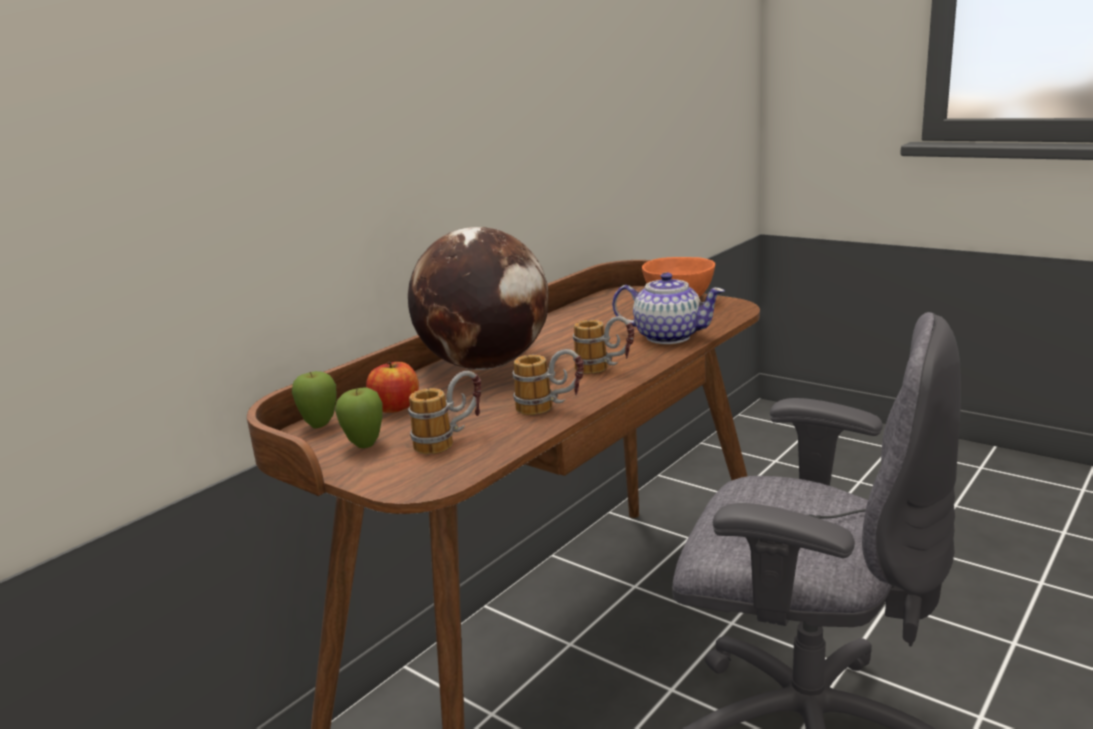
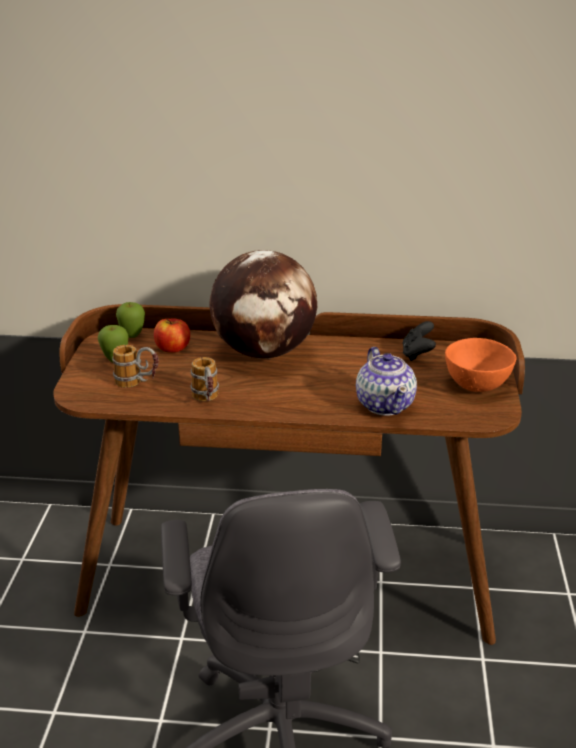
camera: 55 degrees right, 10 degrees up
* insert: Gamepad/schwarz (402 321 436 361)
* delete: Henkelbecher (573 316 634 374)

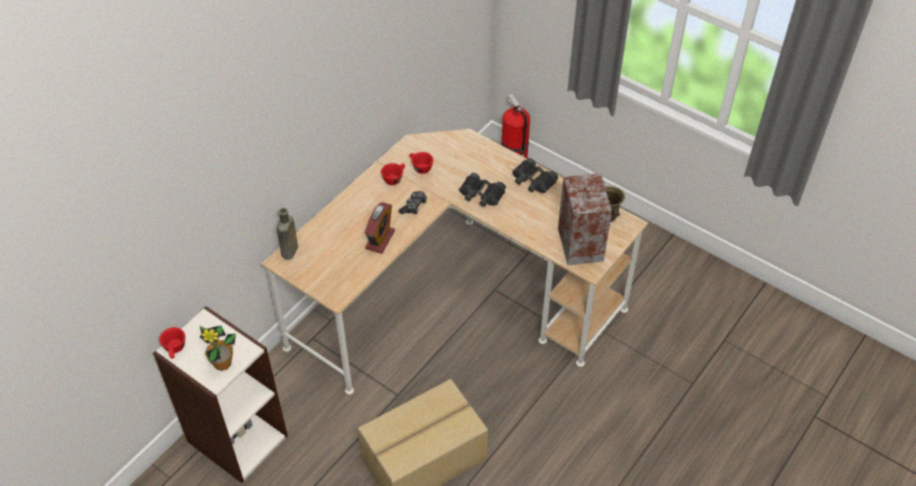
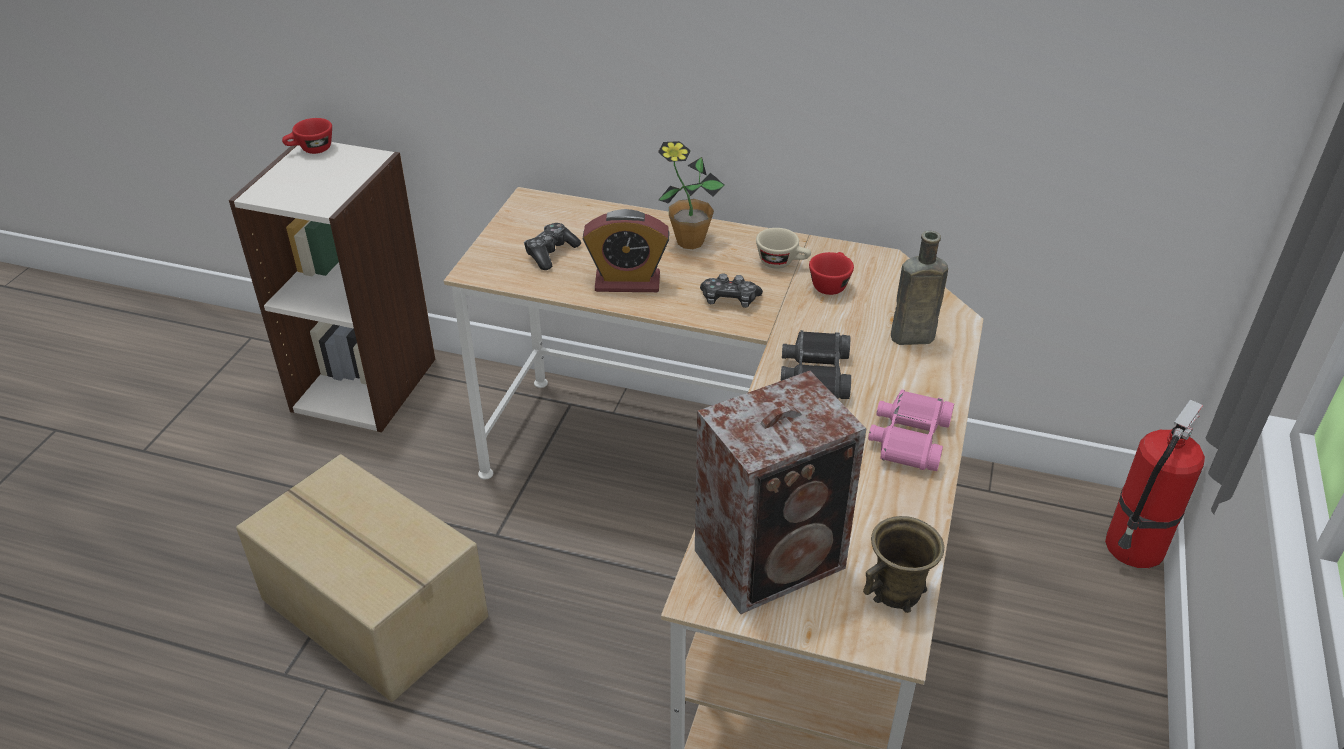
camera: 70 degrees right, 10 degrees down
* insert: Gamepad (524 223 581 270)
* move: Topfpflanze (200 326 236 371) to (658 141 724 249)
* recolor: Tasse/rot (381 163 405 185) to Tasse/beige (756 228 811 269)
* recolor: Fernglas/schwarz (512 158 558 193) to Fernglas/rosa (868 390 954 471)
* move: Flasche/braun (277 208 298 260) to (891 231 948 345)

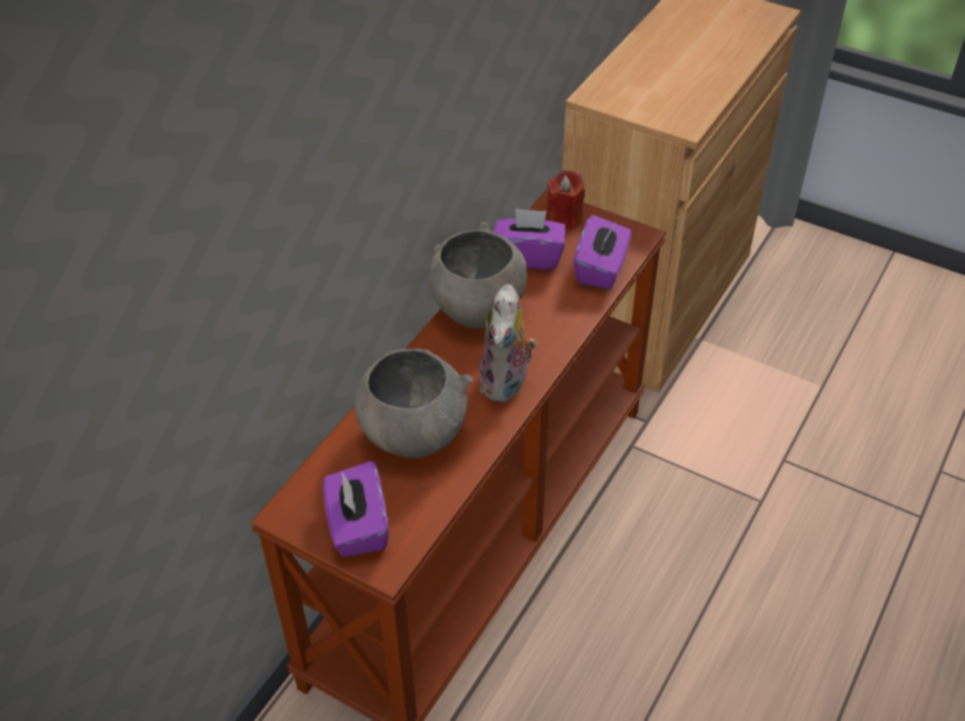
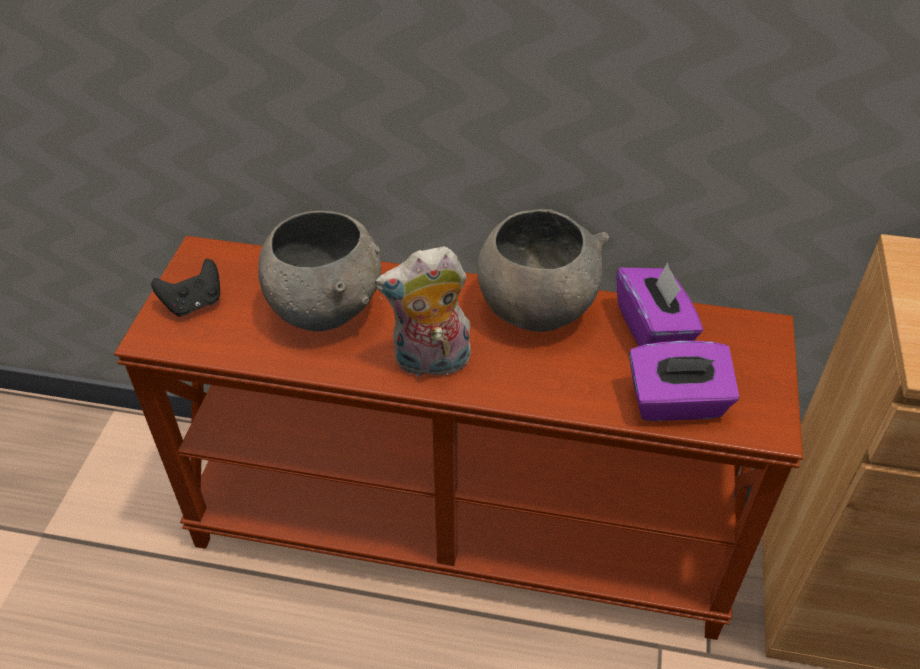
camera: 70 degrees right, 0 degrees up
* replace: Taschentuchbox/lila (323 461 389 557) to Gamepad/schwarz (151 259 220 317)
* delete: Kerze/rot (547 170 585 230)

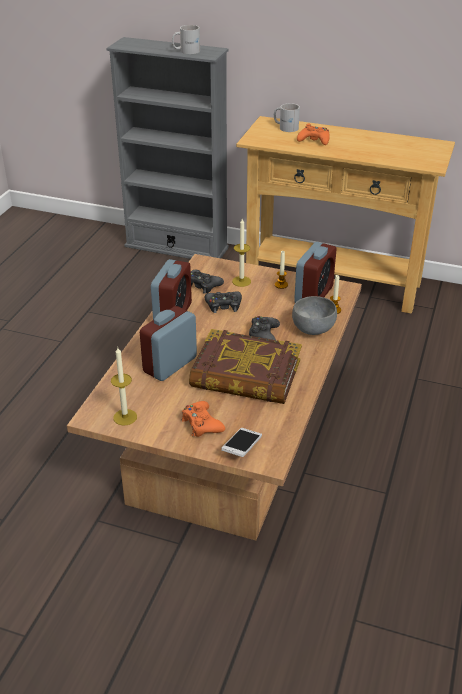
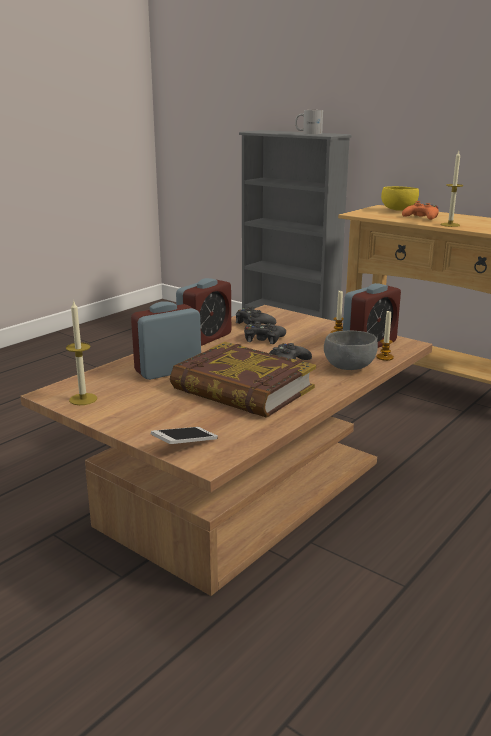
camera: 20 degrees right, 15 degrees down
* replace: Henkelbecher/weiß (274 103 300 132) to Schüssel/gelb (381 186 419 211)
* move: Kerze (232 219 251 287) to (440 151 463 227)
* delete: Gamepad/orange (182 401 225 437)

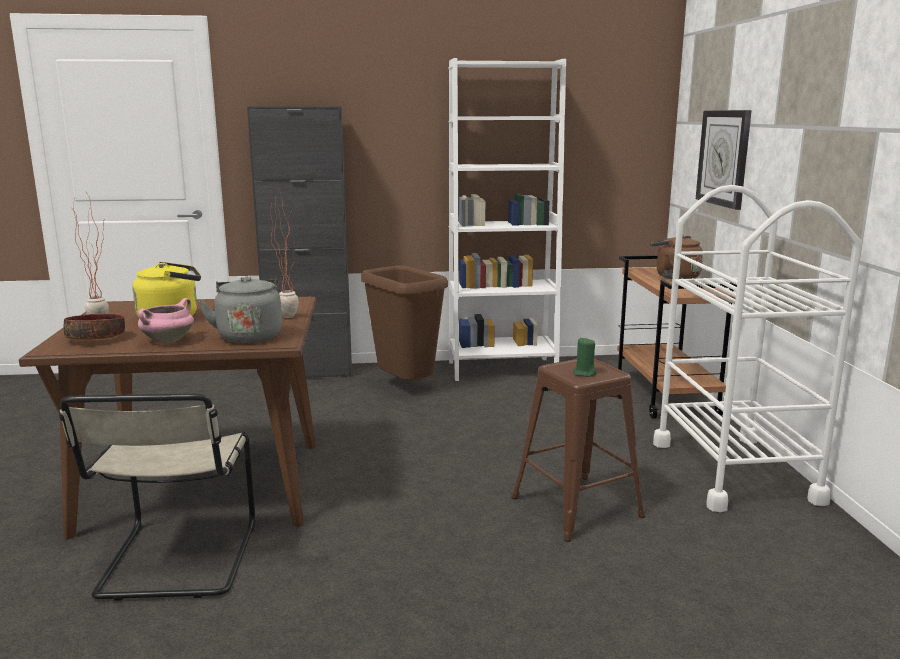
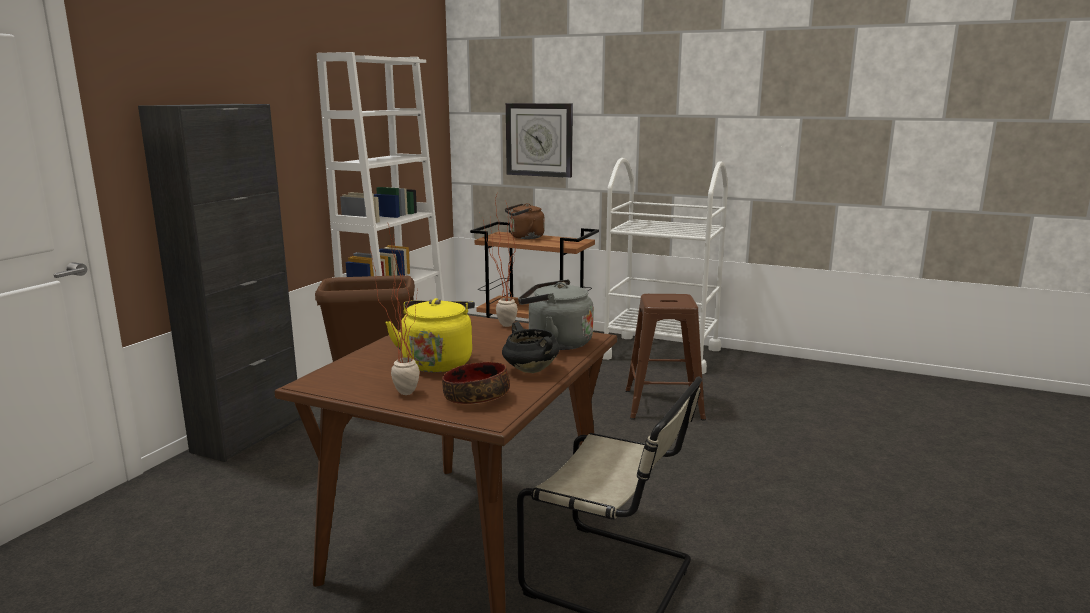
camera: 60 degrees left, 0 degrees up
* recolor: Kochtopf/rosa (138 298 194 343) to Kochtopf/schwarz (502 322 560 373)
* delete: Kerze/grün (573 337 596 377)

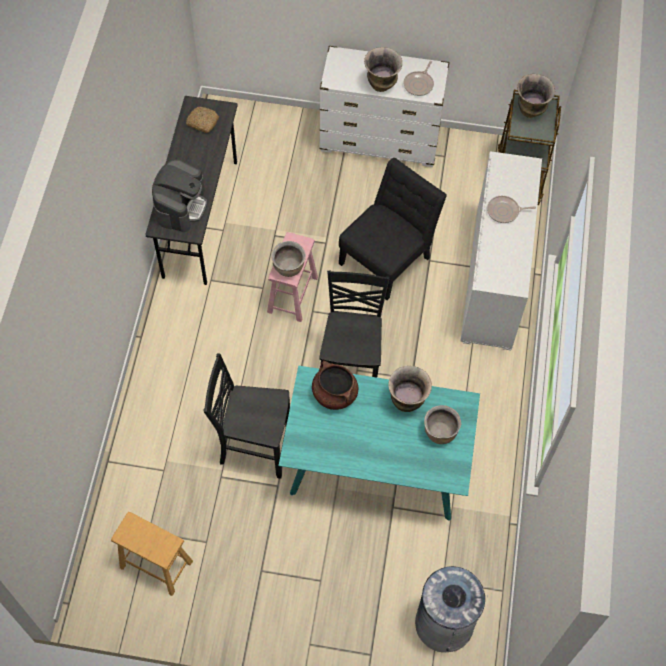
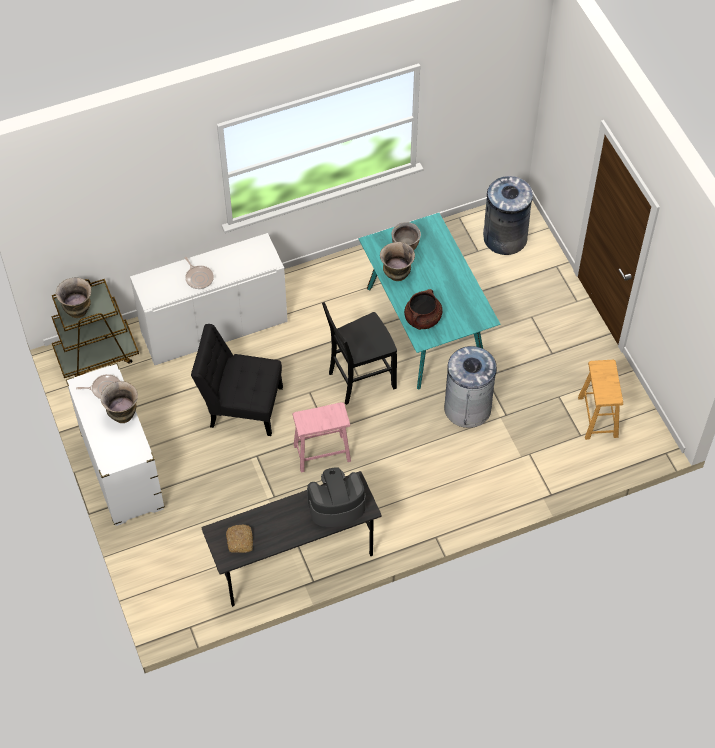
camera: 120 degrees left, 5 degrees down
* replace: Stuhl/schwarz (204 353 290 479) to Mülleimer/grau (444 346 499 428)
* delete: Kochtopf/braun (271 241 306 277)

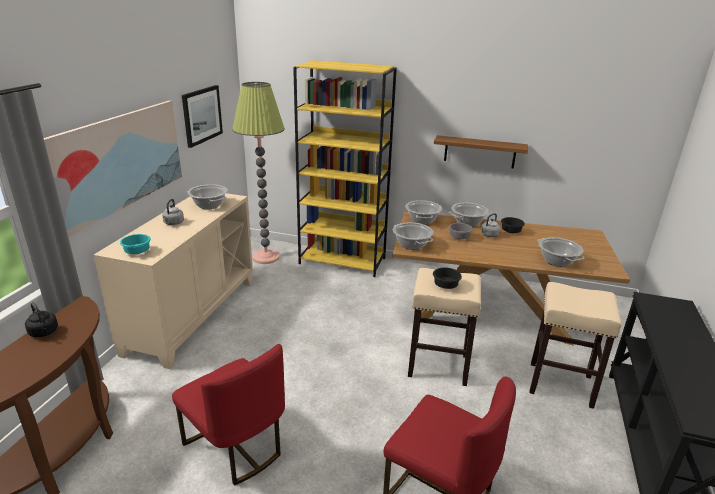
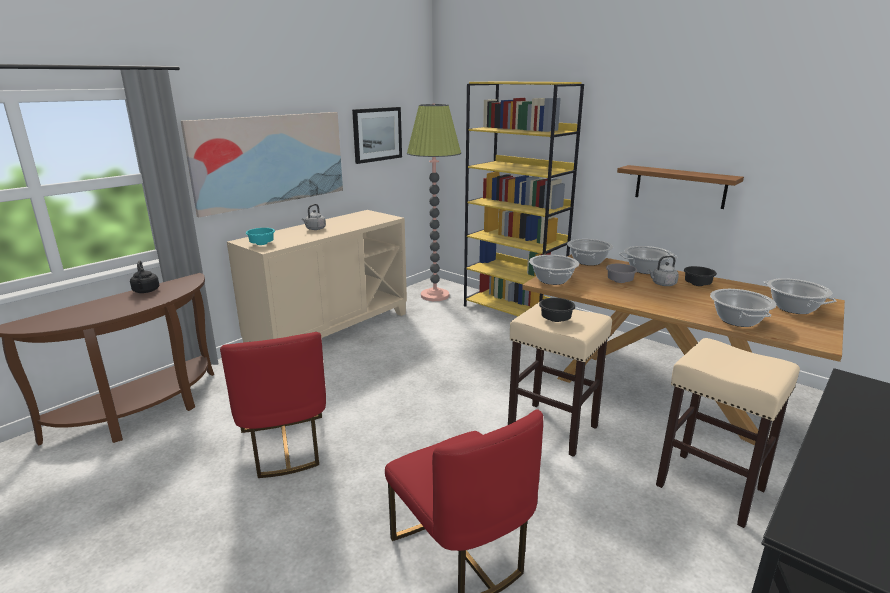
camera: 25 degrees right, 5 degrees down
* move: Kochtopf (187 184 228 209) to (763 278 837 314)

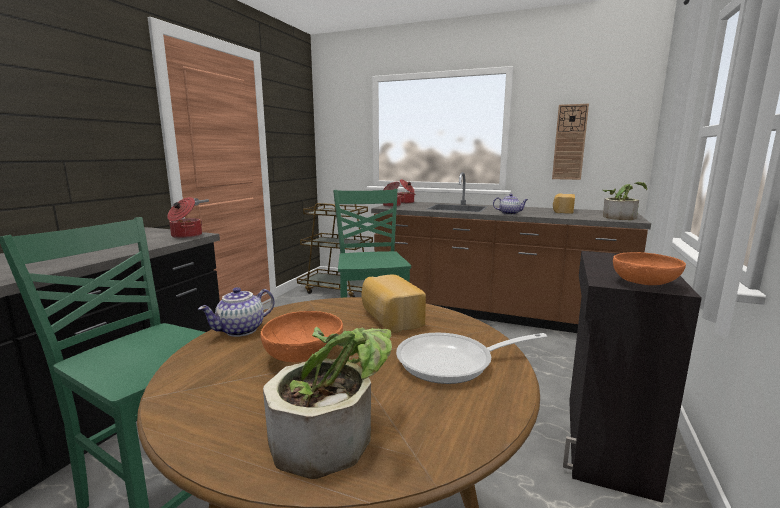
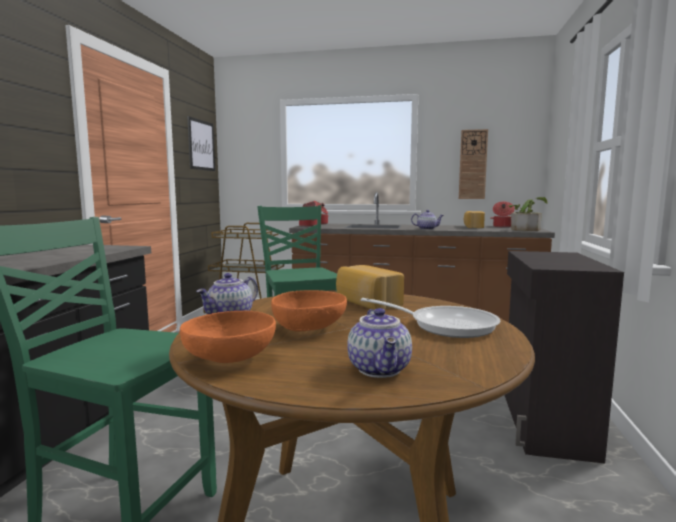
camera: 10 degrees left, 5 degrees down
* move: Schüssel/orange (613 252 686 285) to (180 311 276 363)
* insert: Bild (187 116 215 171)
* replace: Topfpflanze (263 327 392 479) to Teekanne (347 308 412 378)
* rotate: Pfanne (396 333 547 384) = (361 298 500 338) 135 degrees counterclockwise
* move: Kochtopf (167 197 202 238) to (491 201 515 228)

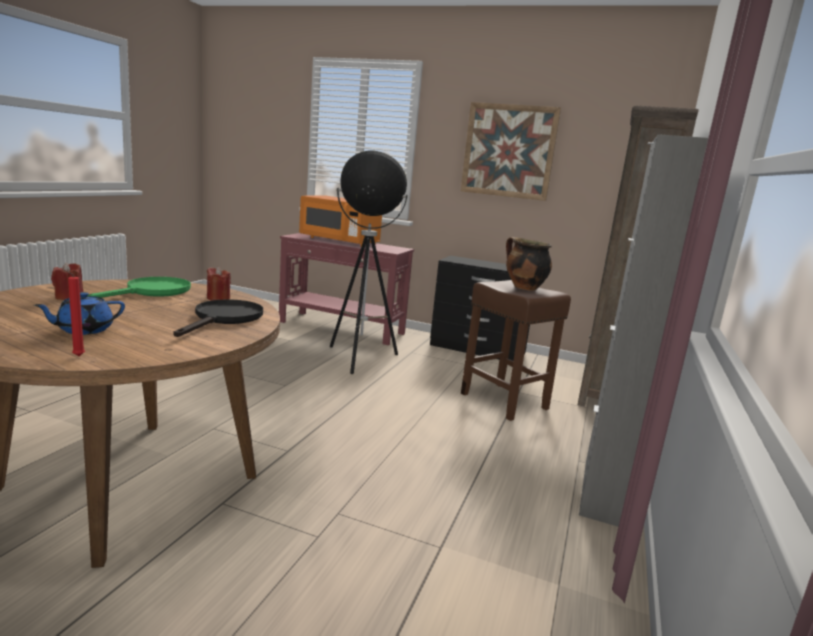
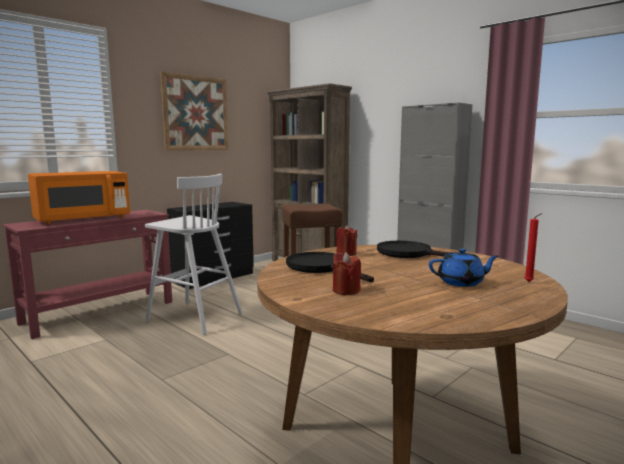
camera: 65 degrees left, 5 degrees down
* replace: Stehlampe (330 151 408 374) to Hocker/weiß (145 174 243 335)
* recolor: Pfanne/grün (88 277 191 298) to Pfanne/schwarz (286 252 374 282)
* rotate: Teekanne/blau (34 292 125 335) = (429 249 499 287) 75 degrees counterclockwise
* delete: Kochtopf (506 237 552 291)

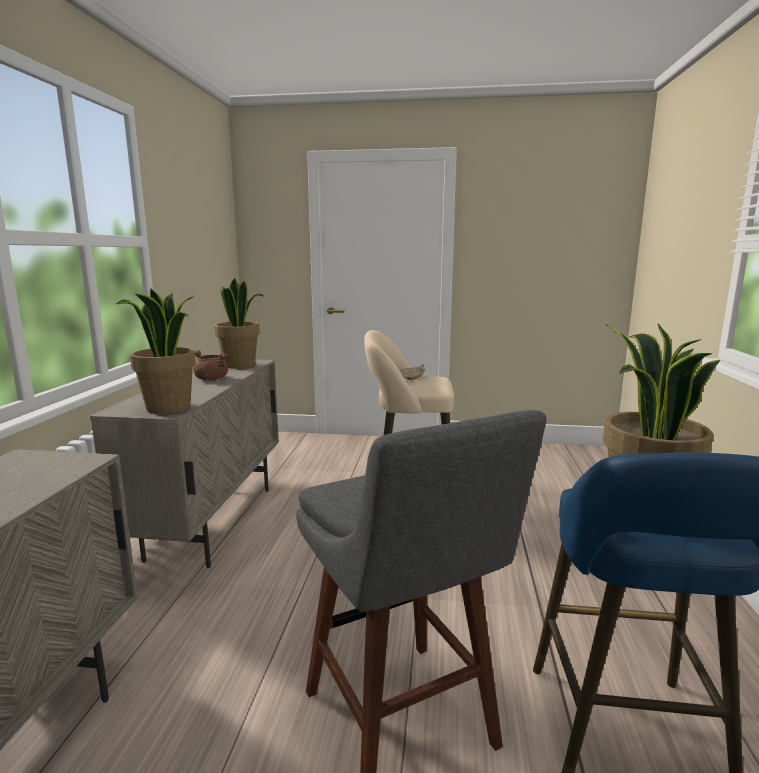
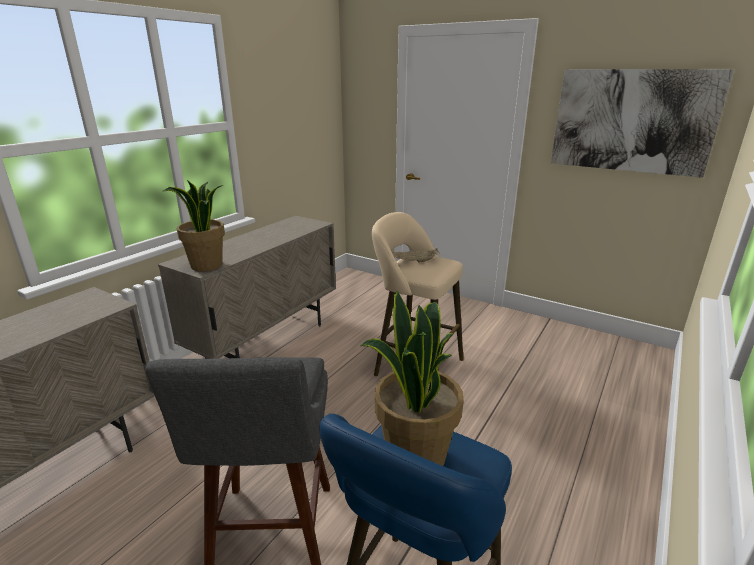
camera: 25 degrees right, 10 degrees up
* insert: Bild (551 69 734 178)
* delete: Kochtopf/braun (193 350 228 380)
* delete: Topfpflanze (214 278 265 369)

